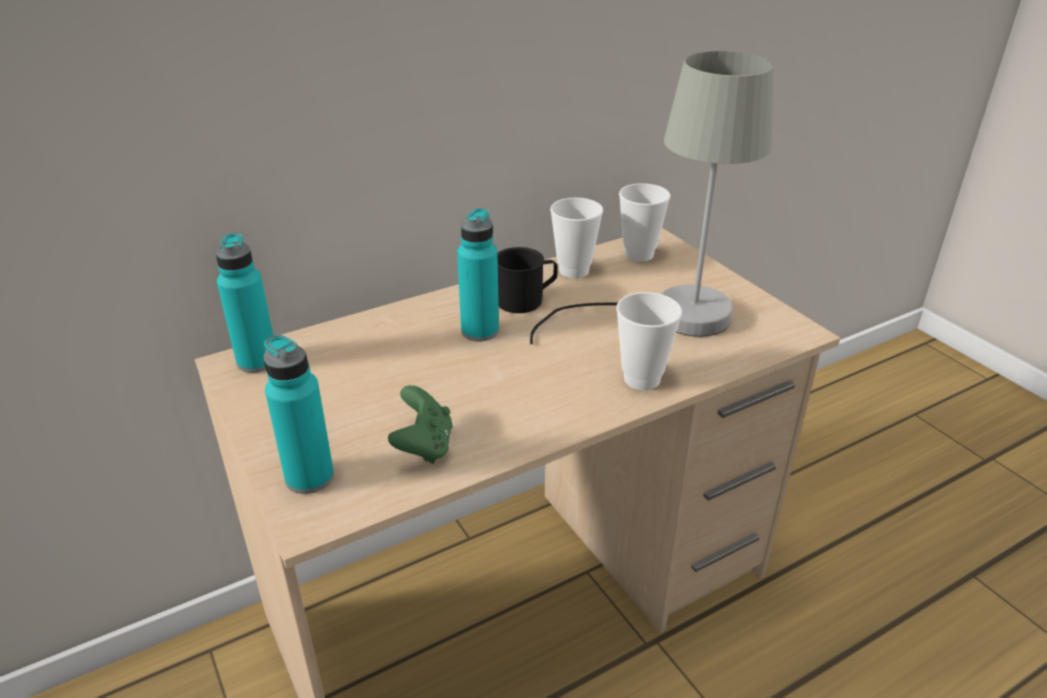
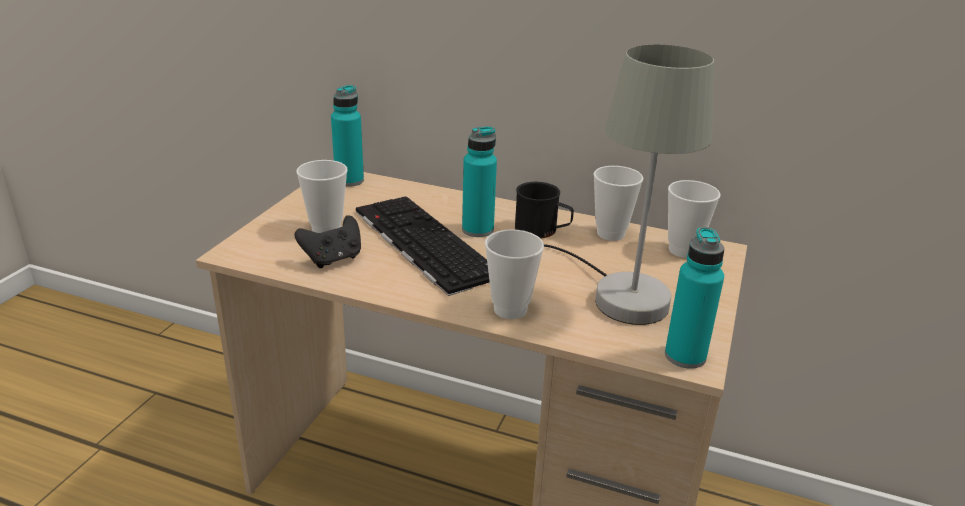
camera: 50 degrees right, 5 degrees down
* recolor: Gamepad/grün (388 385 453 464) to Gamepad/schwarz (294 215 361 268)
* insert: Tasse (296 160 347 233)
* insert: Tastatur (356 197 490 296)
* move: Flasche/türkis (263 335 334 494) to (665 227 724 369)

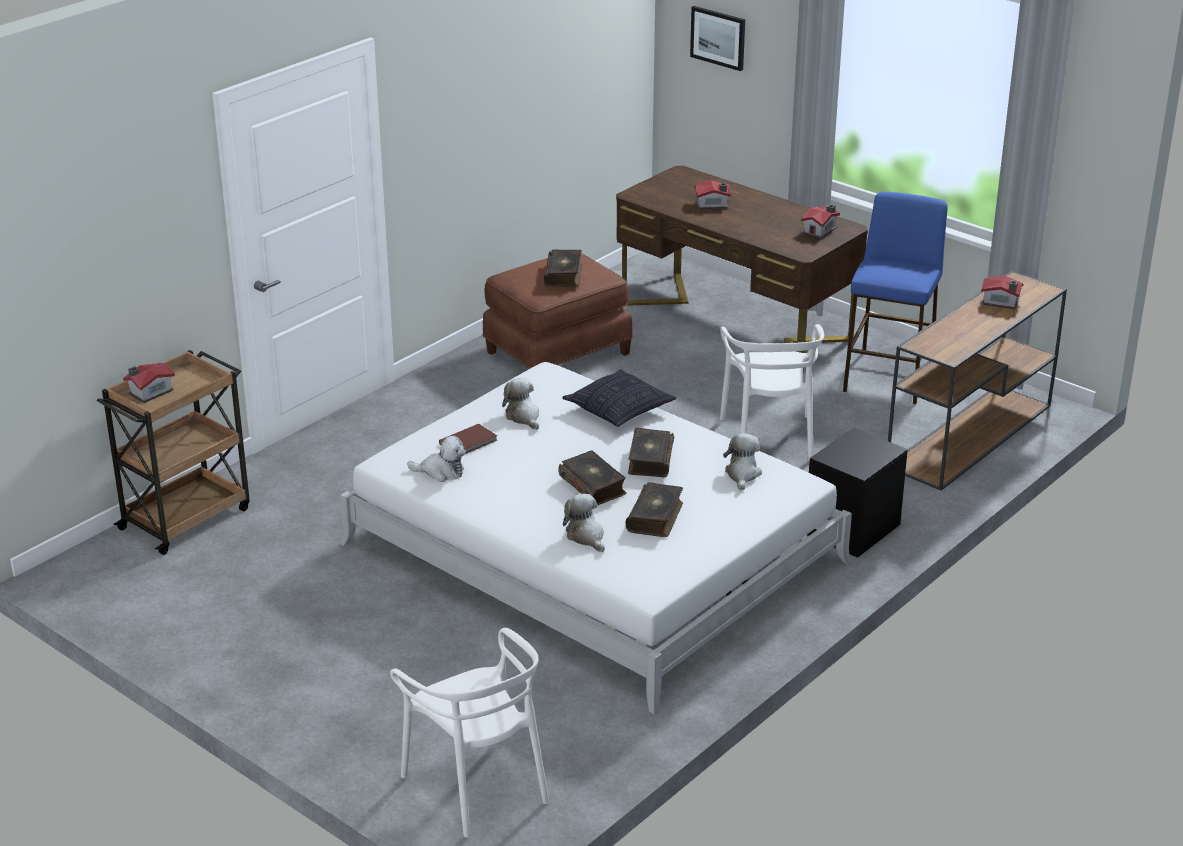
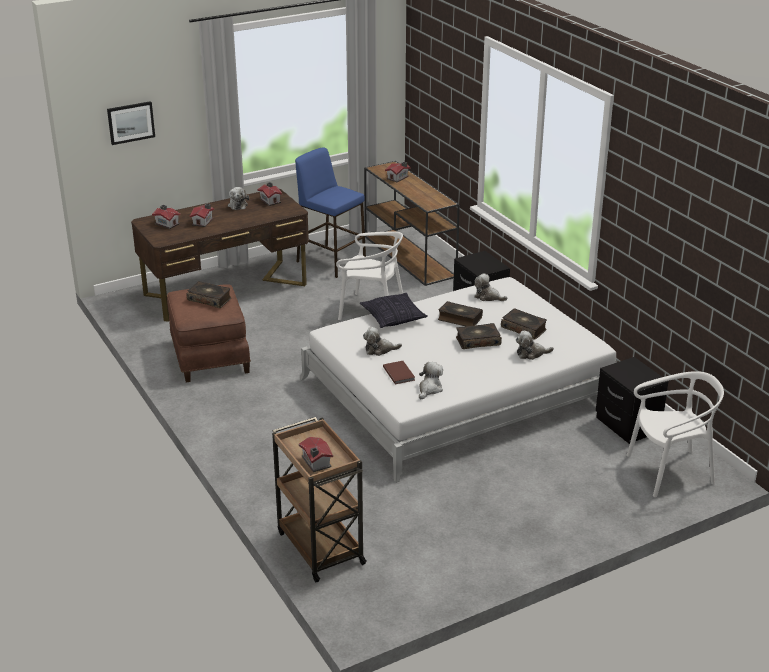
camera: 70 degrees left, 0 degrees up
* insert: Spielzeughaus (152 205 181 229)
* insert: Plüschtier (228 187 249 210)
* insert: Nachttisch/schwarz (596 357 669 444)

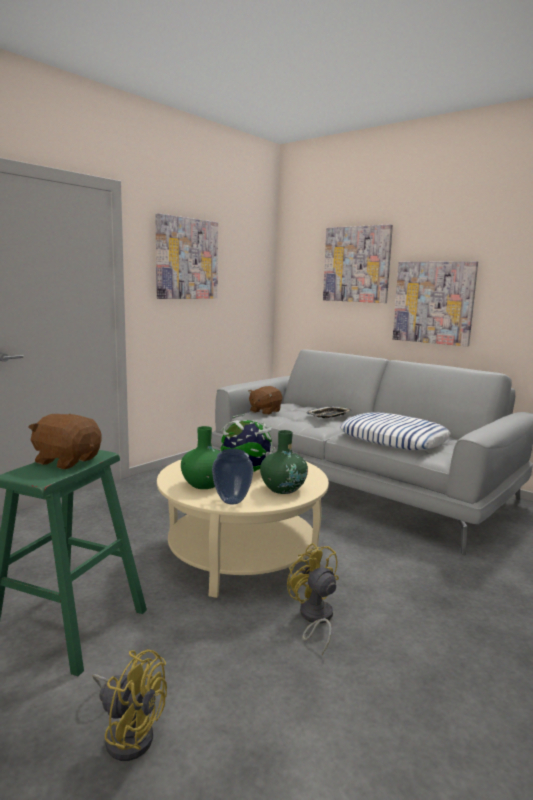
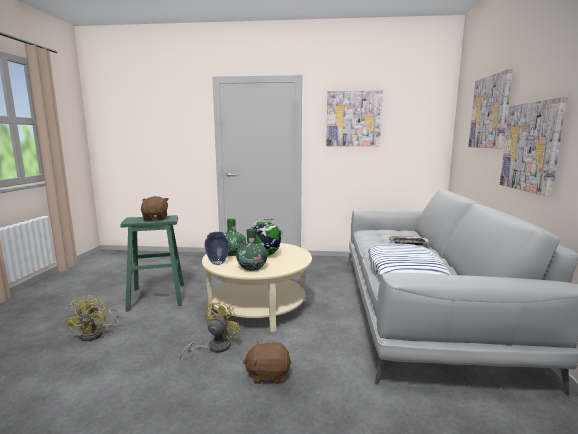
camera: 55 degrees right, 0 degrees up
* move: Plüschtier/braun (248 386 282 415) to (243 341 291 384)

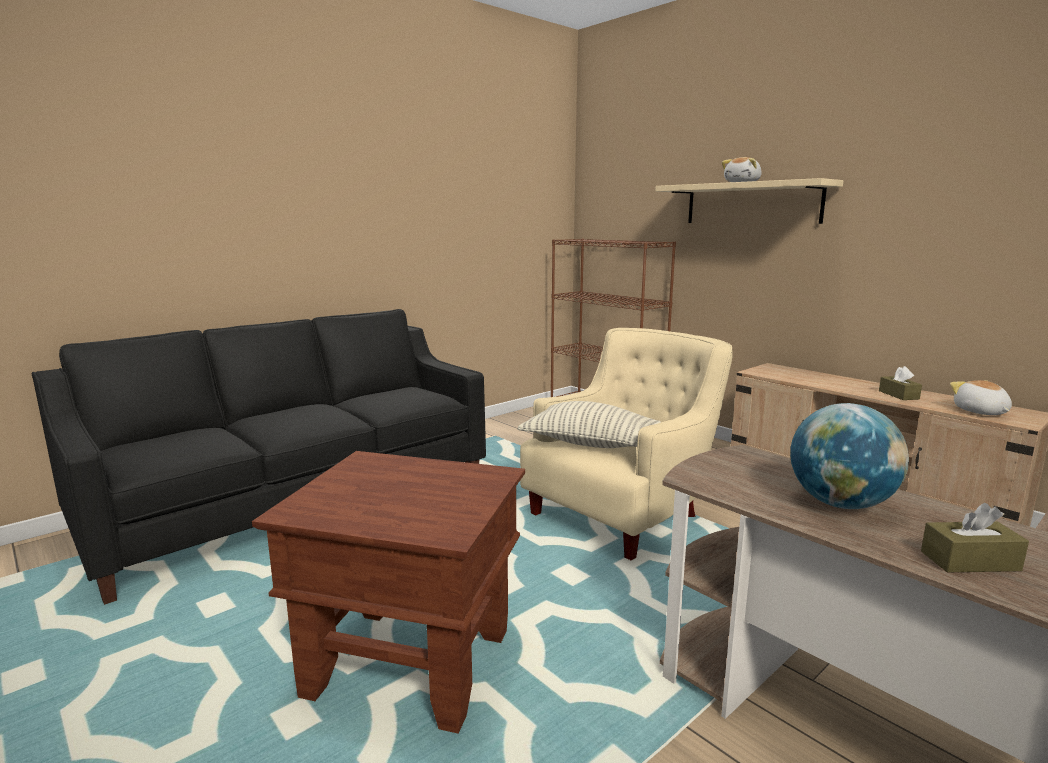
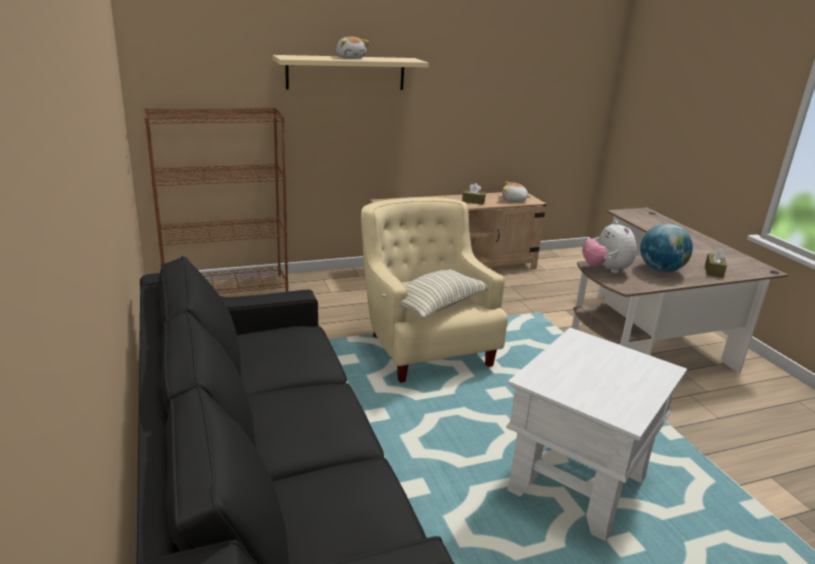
camera: 70 degrees left, 10 degrees up
* recolor: Beistelltisch/braun (252 451 525 734) to Beistelltisch/weiß (506 328 687 542)
* insert: Plüschtier (582 220 637 273)

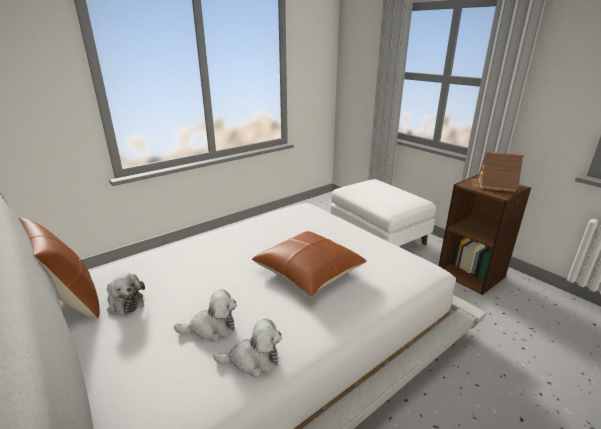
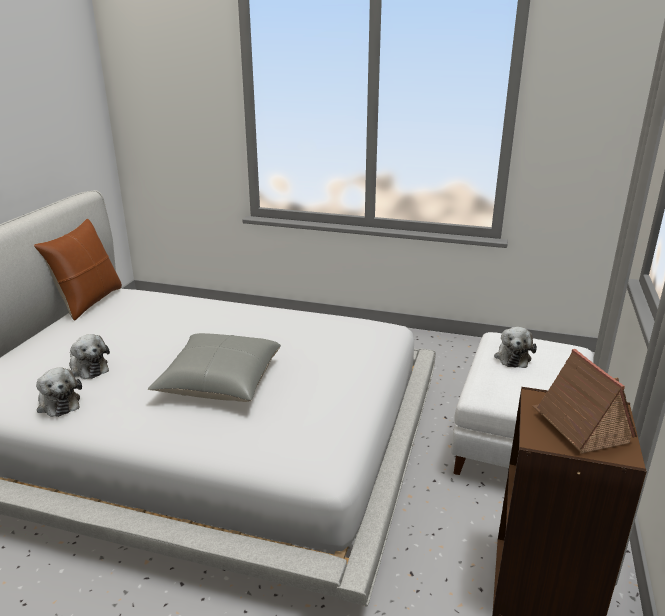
camera: 55 degrees right, 0 degrees up
* recolor: Kissen/braun (252 231 366 297) to Kissen/grau (148 333 281 402)
* move: Plüschtier (107 273 145 315) to (494 327 537 368)

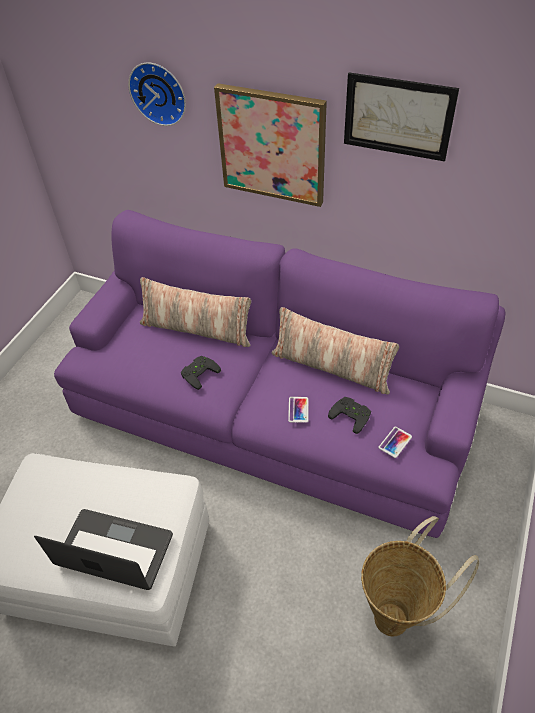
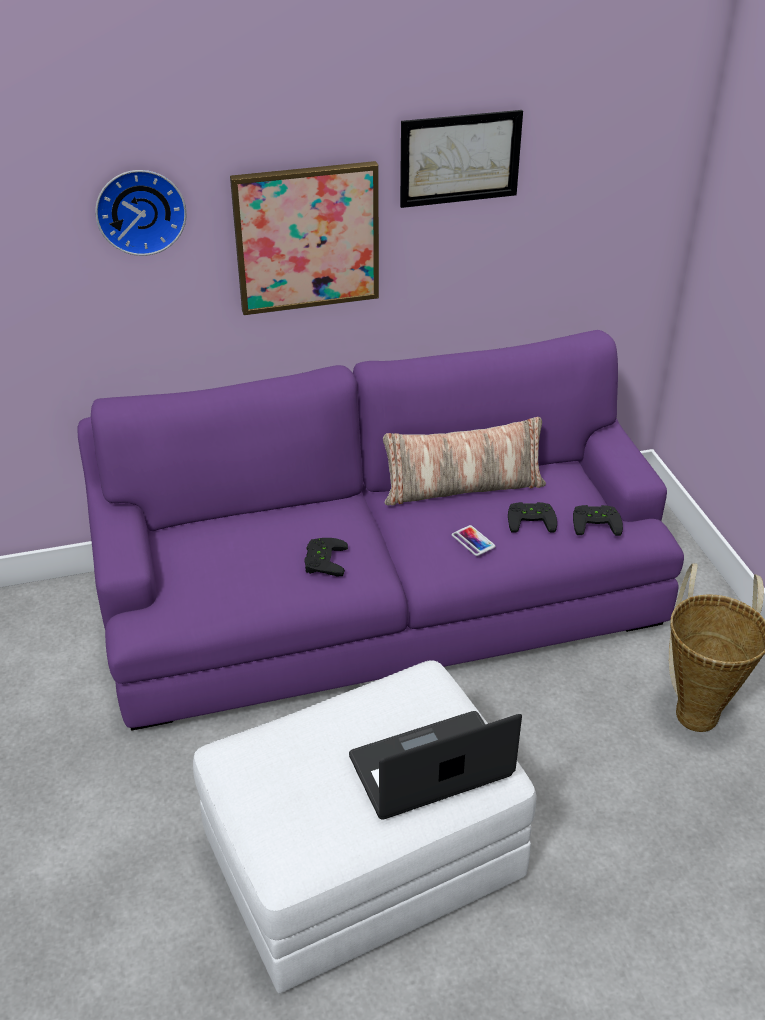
camera: 40 degrees left, 10 degrees down
* replace: Handy (379 427 412 458) to Gamepad/schwarz (573 505 623 536)
* delete: Kissen (140 277 251 347)

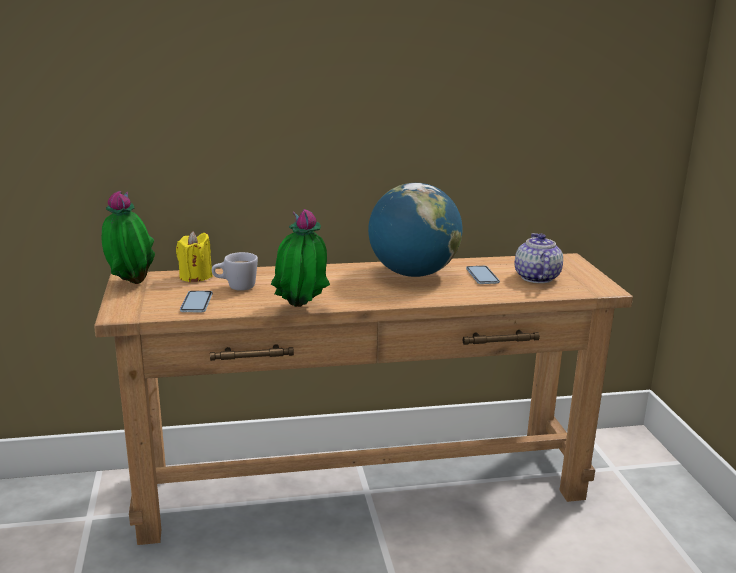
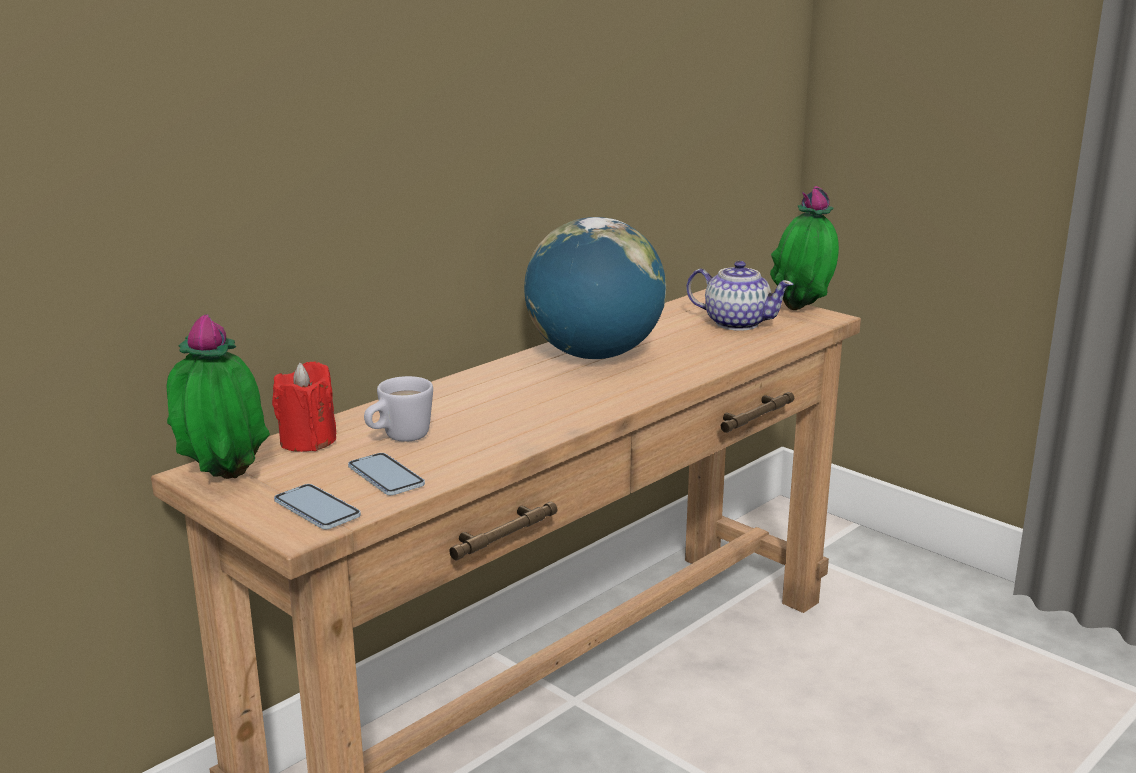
camera: 35 degrees left, 0 degrees up
* recolor: Kerze/gelb (176 231 213 282) to Kerze/rot (272 361 336 452)
* move: Handy (466 266 500 284) to (274 484 361 529)
* rotate: Teekanne (515 233 563 283) = (686 261 793 331) 150 degrees clockwise
* move: Topfpflanze (271 209 330 307) to (770 186 839 310)

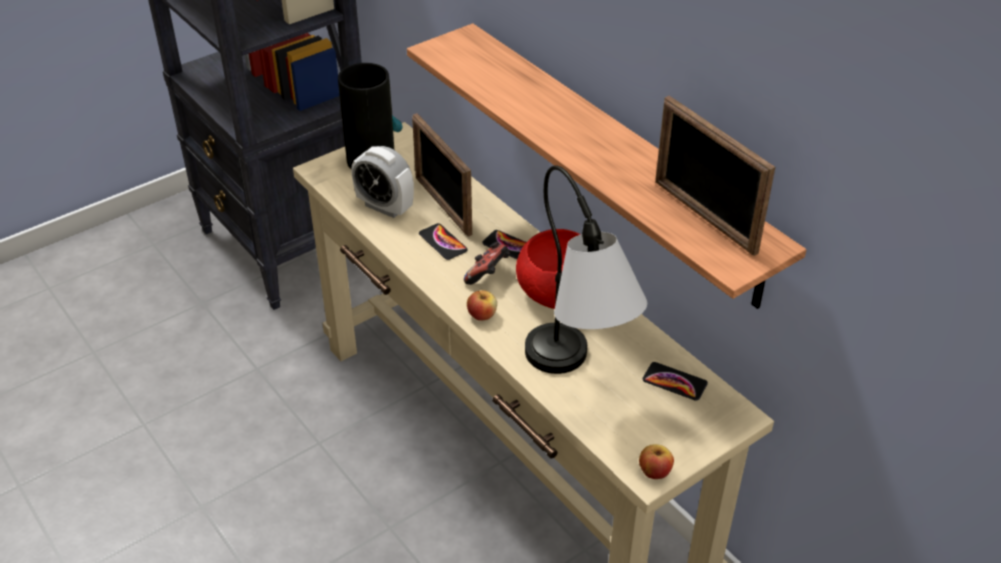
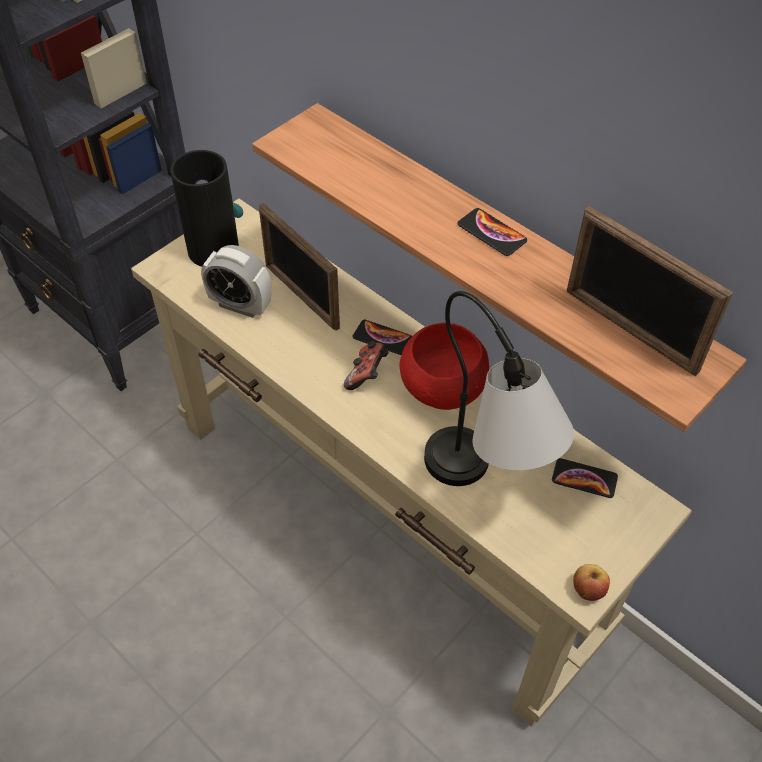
camera: 10 degrees left, 10 degrees up
* move: Handy (419 223 467 260) to (457 208 527 256)
* delete: Apfel (467 290 497 321)

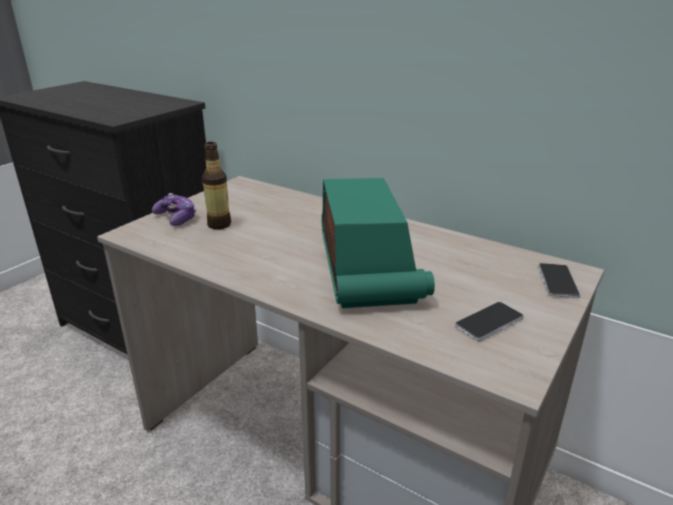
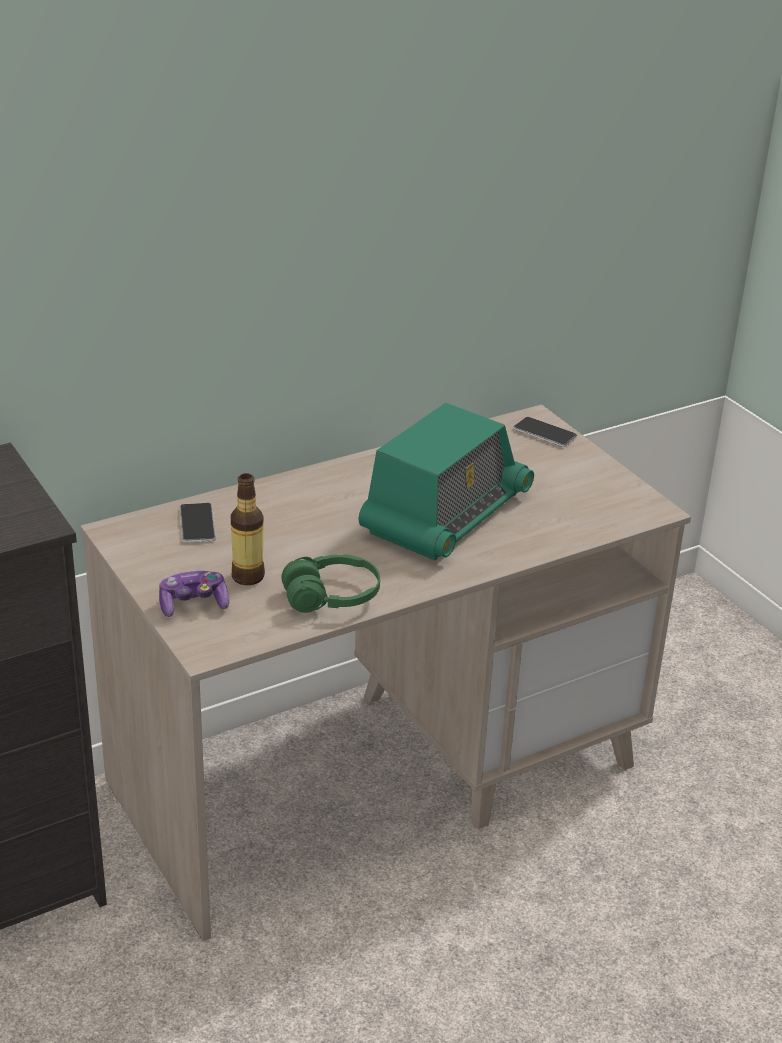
camera: 65 degrees left, 5 degrees up
* move: Handy (455 302 524 341) to (180 503 216 543)
* insert: Kopfhörer/grün (281 554 380 613)
* rotate: Radio (322 178 435 308) = (359 403 534 560) 105 degrees clockwise

